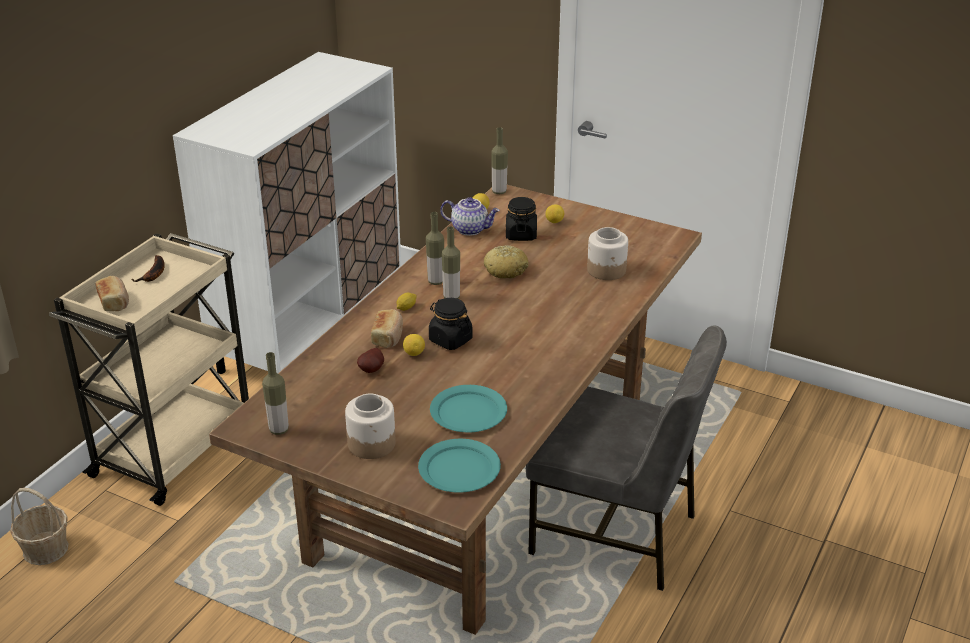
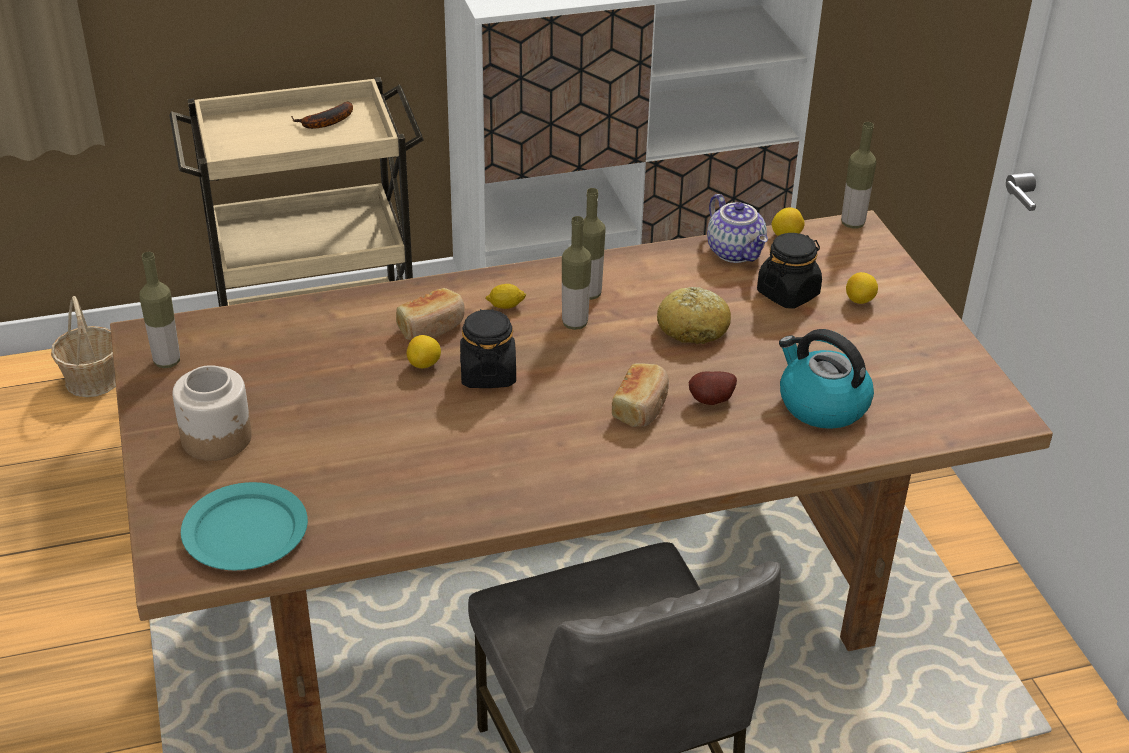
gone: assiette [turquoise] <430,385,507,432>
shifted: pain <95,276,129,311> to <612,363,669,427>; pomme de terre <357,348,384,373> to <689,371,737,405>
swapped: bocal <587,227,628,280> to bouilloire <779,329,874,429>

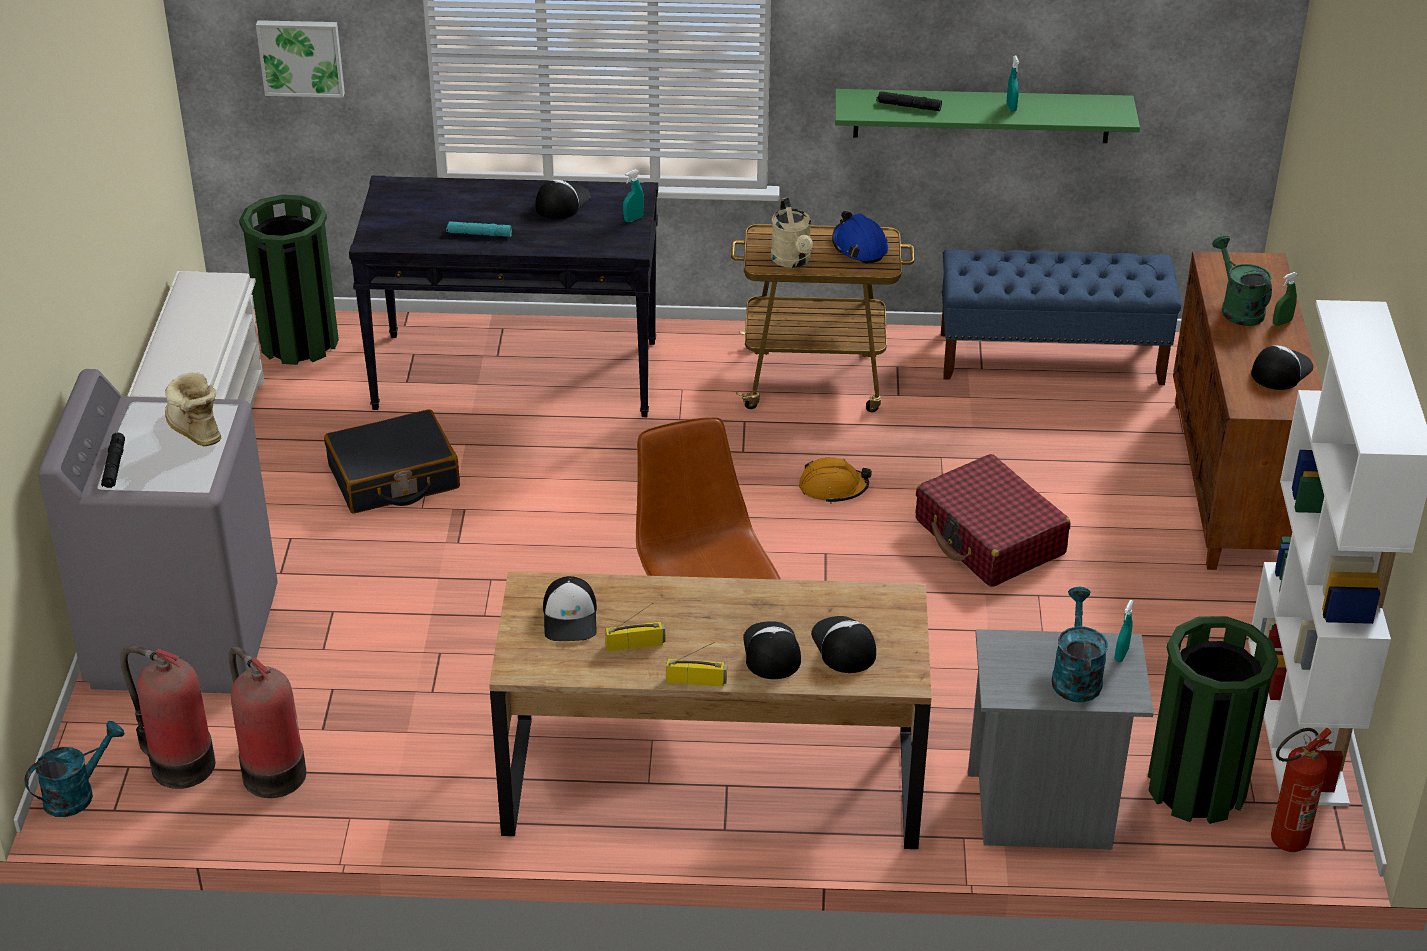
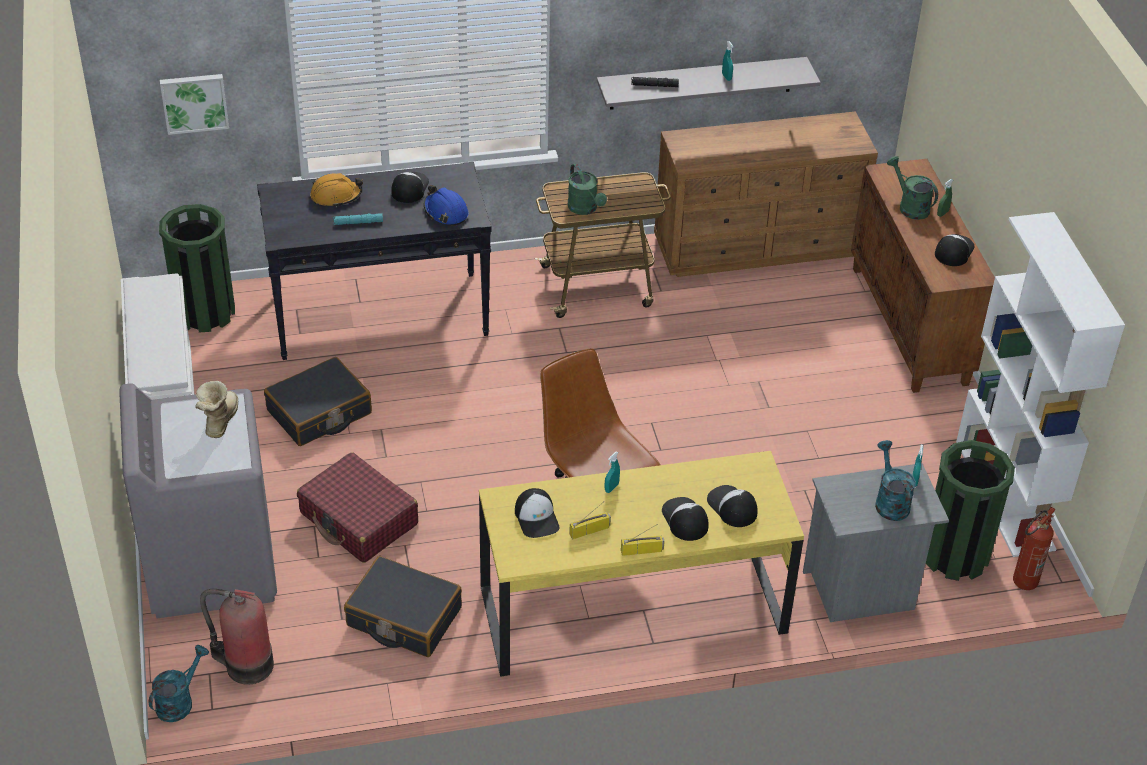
gone: lampe de poche [noir] <101,433,125,488>; extincteur <229,647,306,798>
new: valise [noir] <344,556,462,657>
shifted: vaporisateur [turquoise] <623,169,644,222> to <605,451,620,493>; casque de chantier [bleu] <832,211,888,264> to <424,185,469,226>; valise [rouge] <916,454,1070,587> to <297,452,418,563>; casque de chantier [orange] <799,458,872,504> to <310,173,363,208>
swapped: banc [bleu] <941,249,1181,385> to commode [marron] <654,111,878,277>
repainted: étagère [vert] <835,89,1140,143> to étagère [gris] <597,57,821,110>; arrosoir [beige] <771,198,813,268> to arrosoir [vert] <568,163,607,215>; bureau [marron] <489,572,931,849> to bureau [jaune] <479,451,804,677>
rotated: botte <165,372,221,446> = <195,381,238,438> 60 degrees clockwise

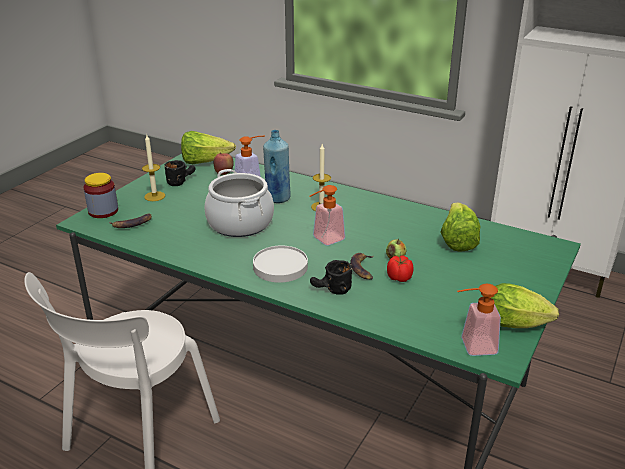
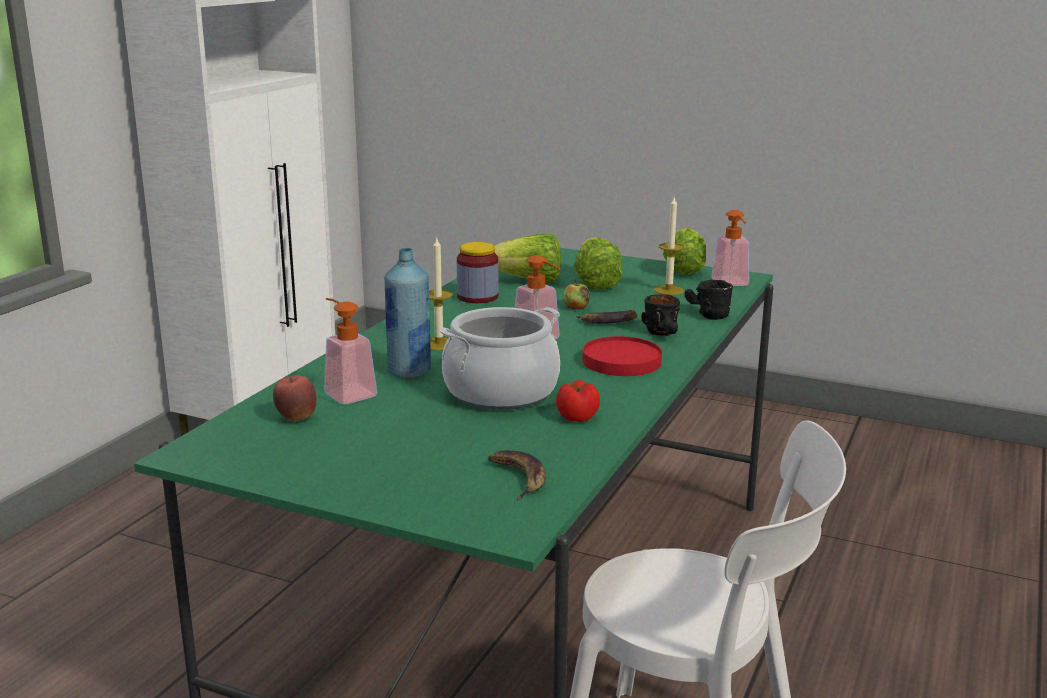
shifted: laitue <181,131,236,164> to <574,237,622,290>; bougie <142,135,165,201> to <654,197,684,295>; mug [noir] <164,160,196,186> to <685,280,733,320>; bocal <83,173,118,218> to <457,242,499,303>; tomate <387,255,413,282> to <556,380,600,422>
repainted: assiette [blanc] <253,245,308,283> to assiette [rouge] <582,336,662,376>

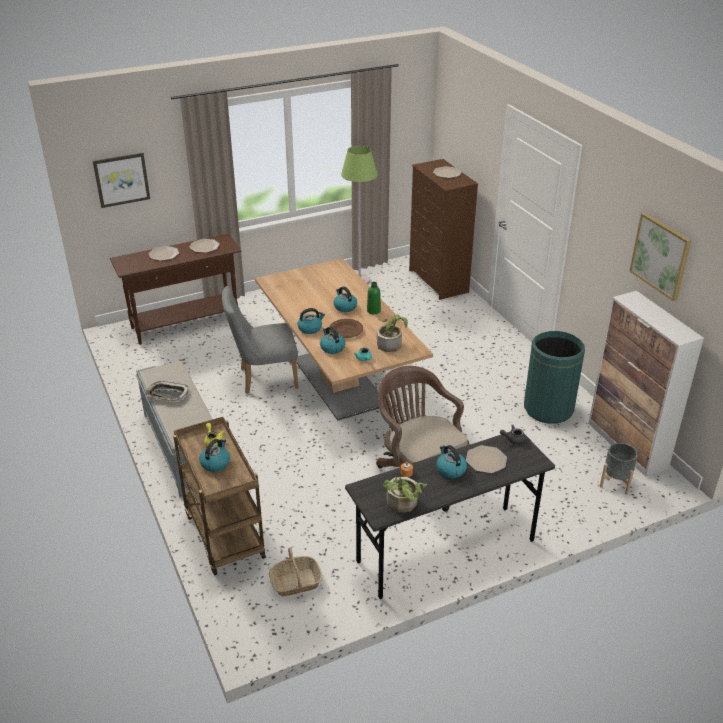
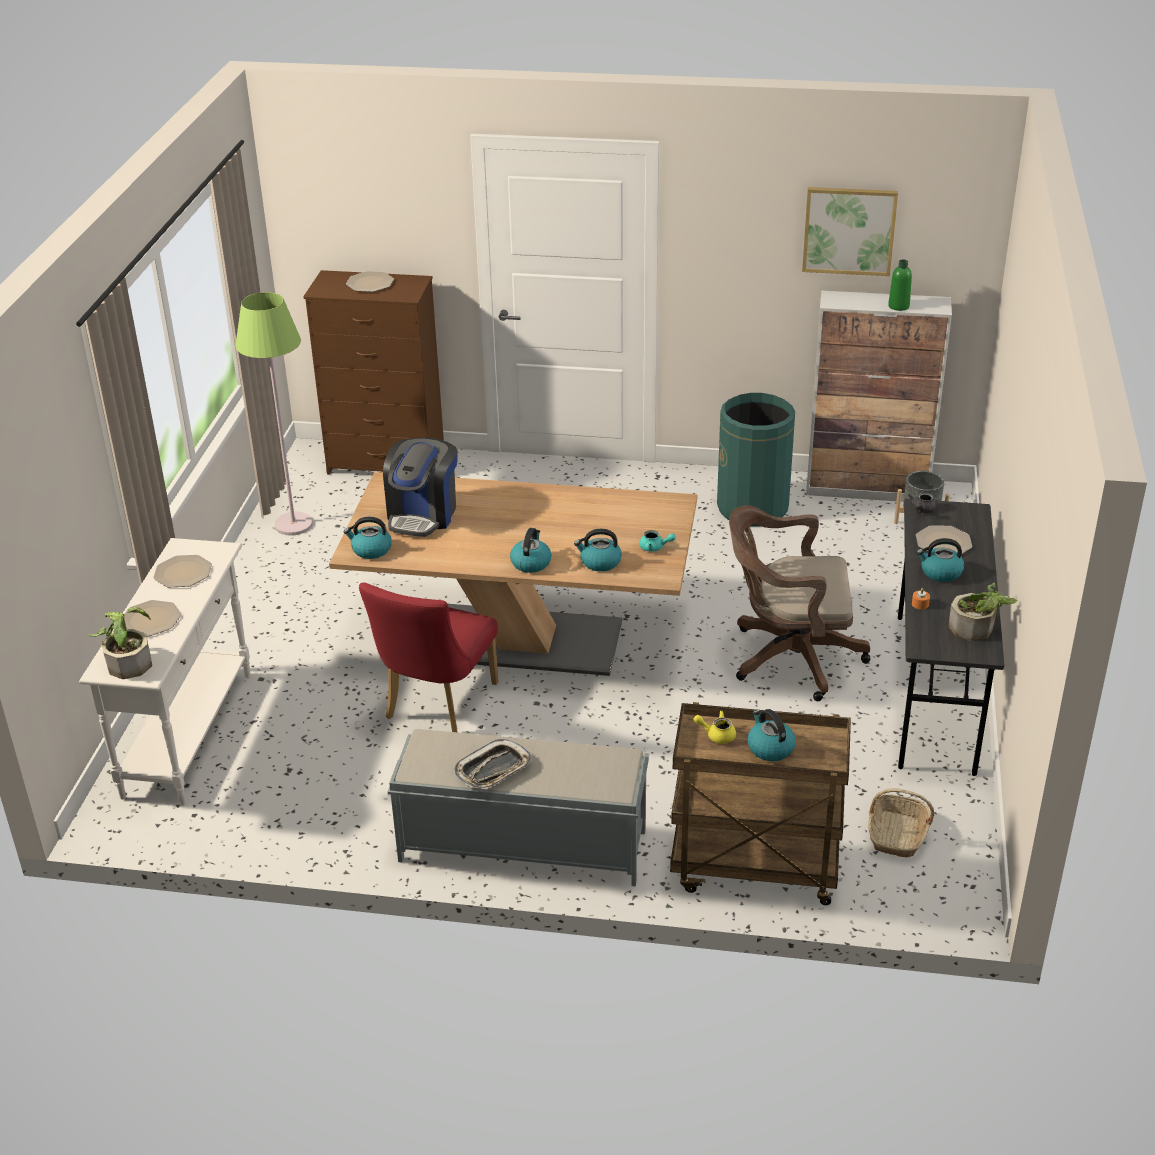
gone: tableau <93,153,150,208>; assiette [marron] <329,319,363,338>
new: machine à café <383,437,458,537>
shifted: bouteille [vert] <367,282,381,314> to <888,259,912,311>; bouilloire <334,286,357,312> to <344,517,392,559>; plante en pot <377,314,408,352> to <88,607,152,679>
repainted: table console [marron] <110,234,241,345> to table console [blanc] <79,538,251,806>; chaise [gris] <222,286,299,394> to chaise [rouge] <359,582,498,732>

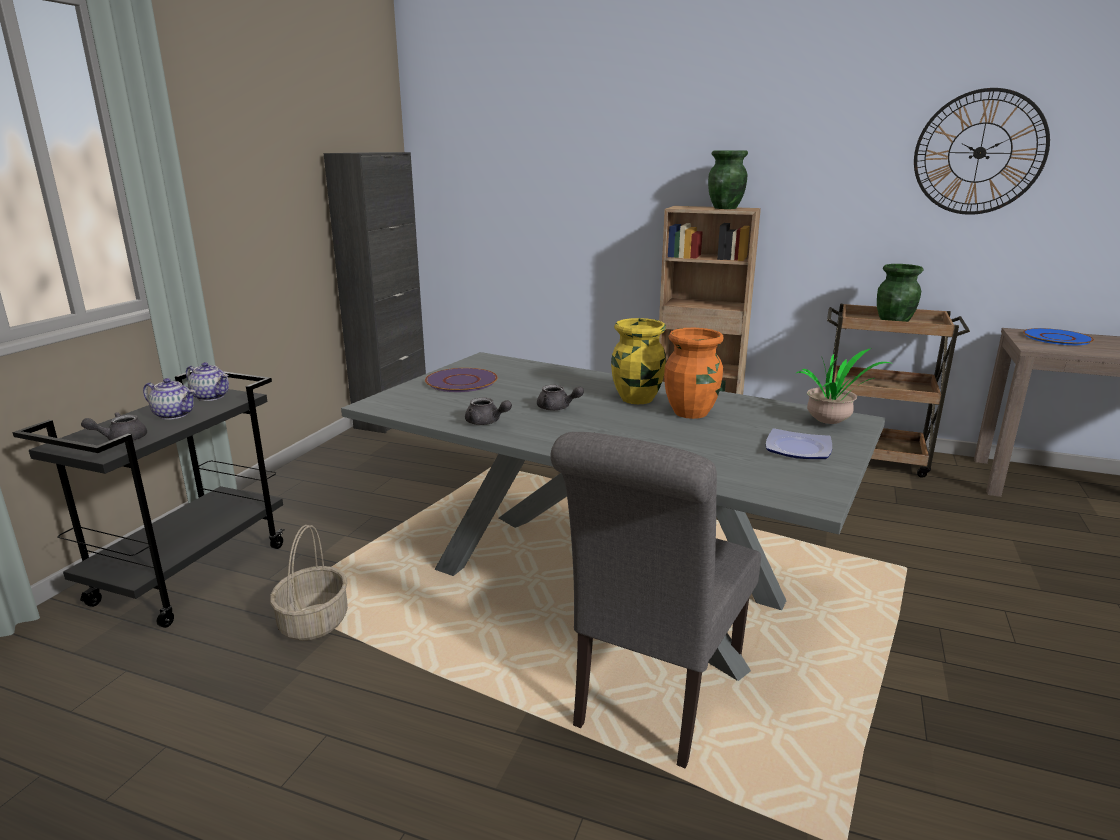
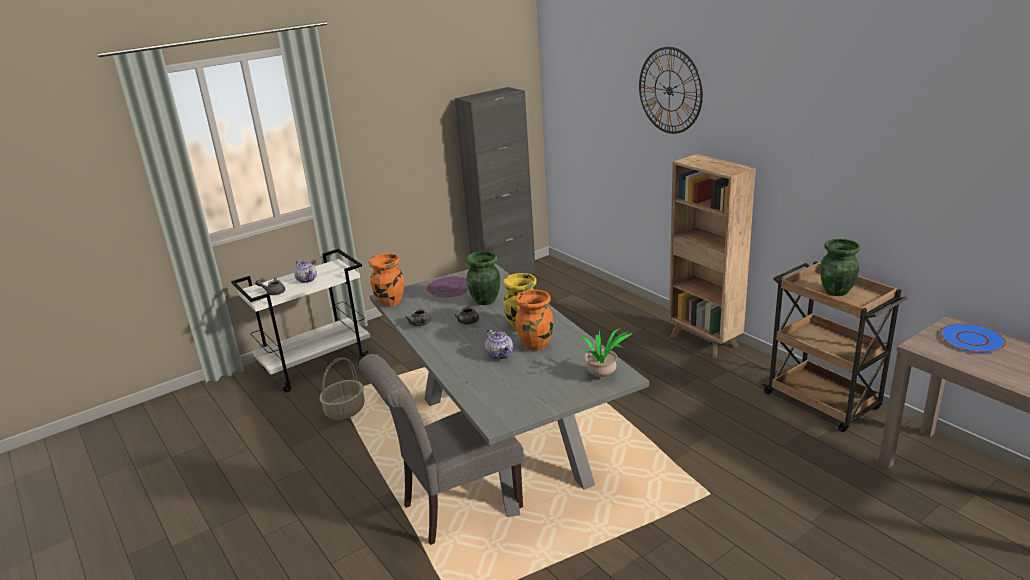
gone: assiette <766,428,832,459>
new: vase [orange] <368,253,404,307>
shifted: horloge murale <914,88,1050,215> to <639,47,703,134>; vase [vert] <708,150,748,209> to <466,251,500,305>; théière <186,362,229,401> to <485,329,513,360>
repainted: chariot [noir] <13,371,285,628> to chariot [blanc] <231,249,370,392>

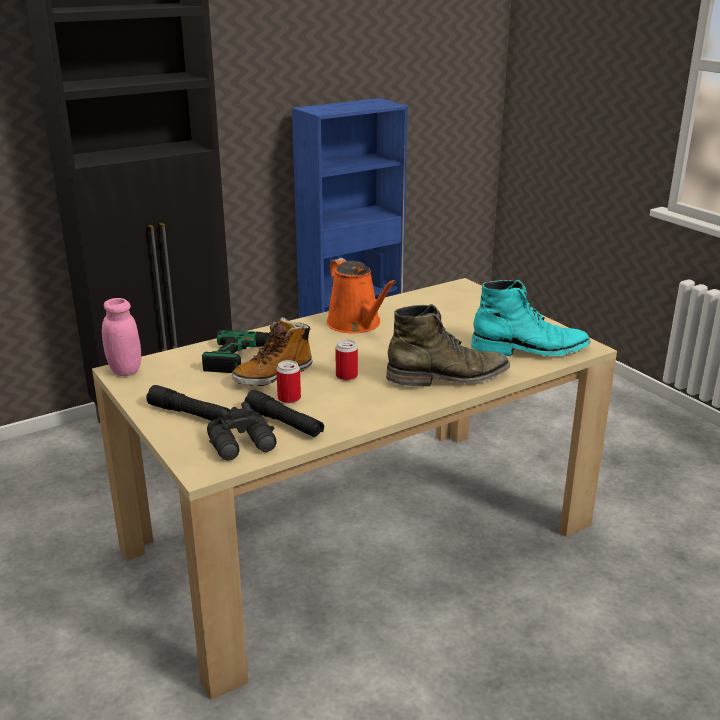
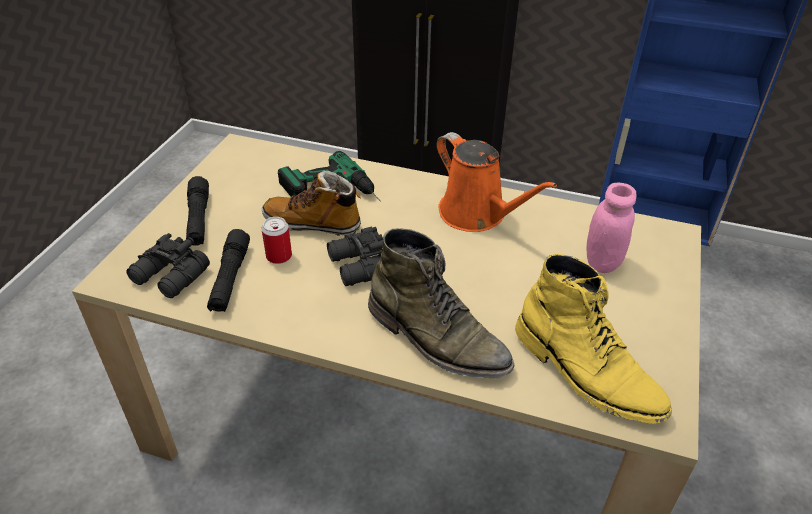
shifted: bocal [rose] <102,298,141,376> to <587,183,636,273>
swapped: boîte métallique <335,340,358,380> to jumelles [noir] <327,227,383,286>
repainted: botte [turquoise] <471,280,591,356> to botte [jaune] <515,254,672,424>
rotated: arrosoir [orange] <327,258,397,334> = <436,132,557,232> 60 degrees counterclockwise

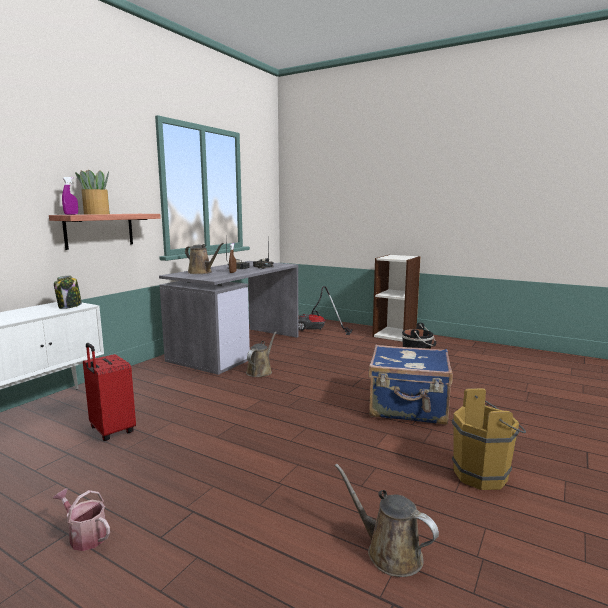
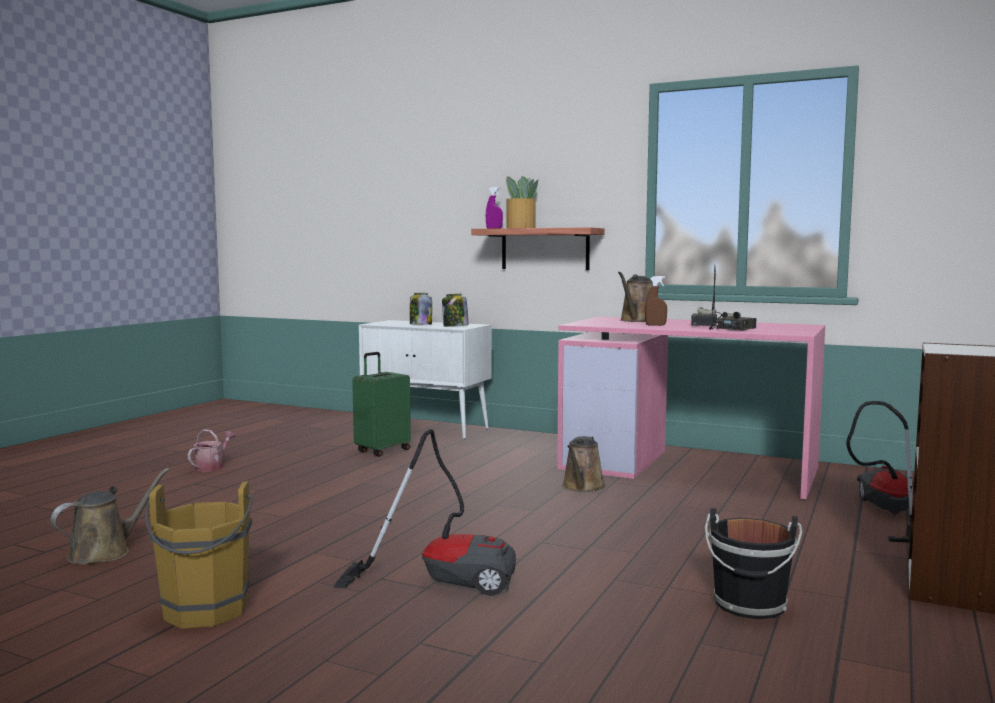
new: bocal <410,293,432,325>
swapped: valise [bleu] <368,344,453,425> to aspirateur <334,429,516,596>
repainted: bureau [gris] <159,261,298,375> to bureau [rose] <557,316,825,500>; valise [rouge] <83,343,136,441> to valise [vert] <352,352,411,457>
rotated: arrosoir [marron] <246,332,277,377> = <562,436,606,492> 90 degrees clockwise

